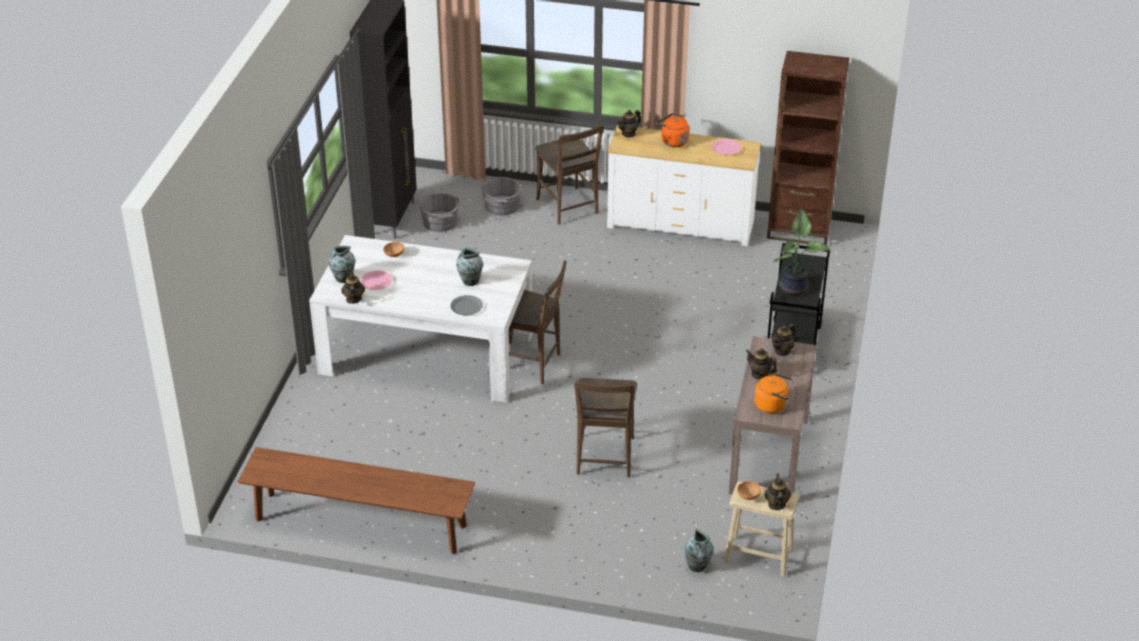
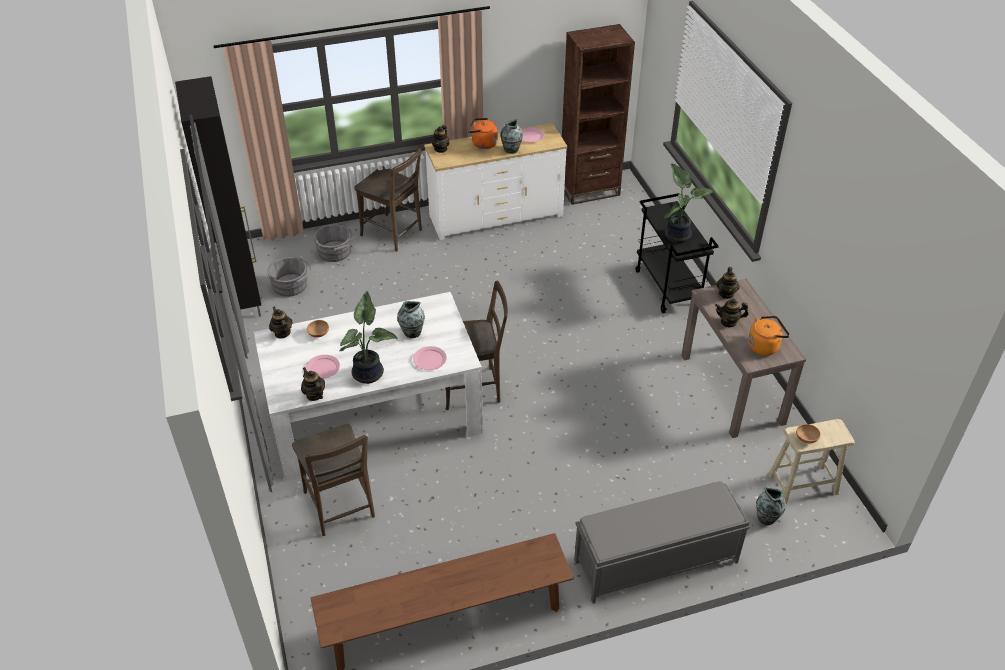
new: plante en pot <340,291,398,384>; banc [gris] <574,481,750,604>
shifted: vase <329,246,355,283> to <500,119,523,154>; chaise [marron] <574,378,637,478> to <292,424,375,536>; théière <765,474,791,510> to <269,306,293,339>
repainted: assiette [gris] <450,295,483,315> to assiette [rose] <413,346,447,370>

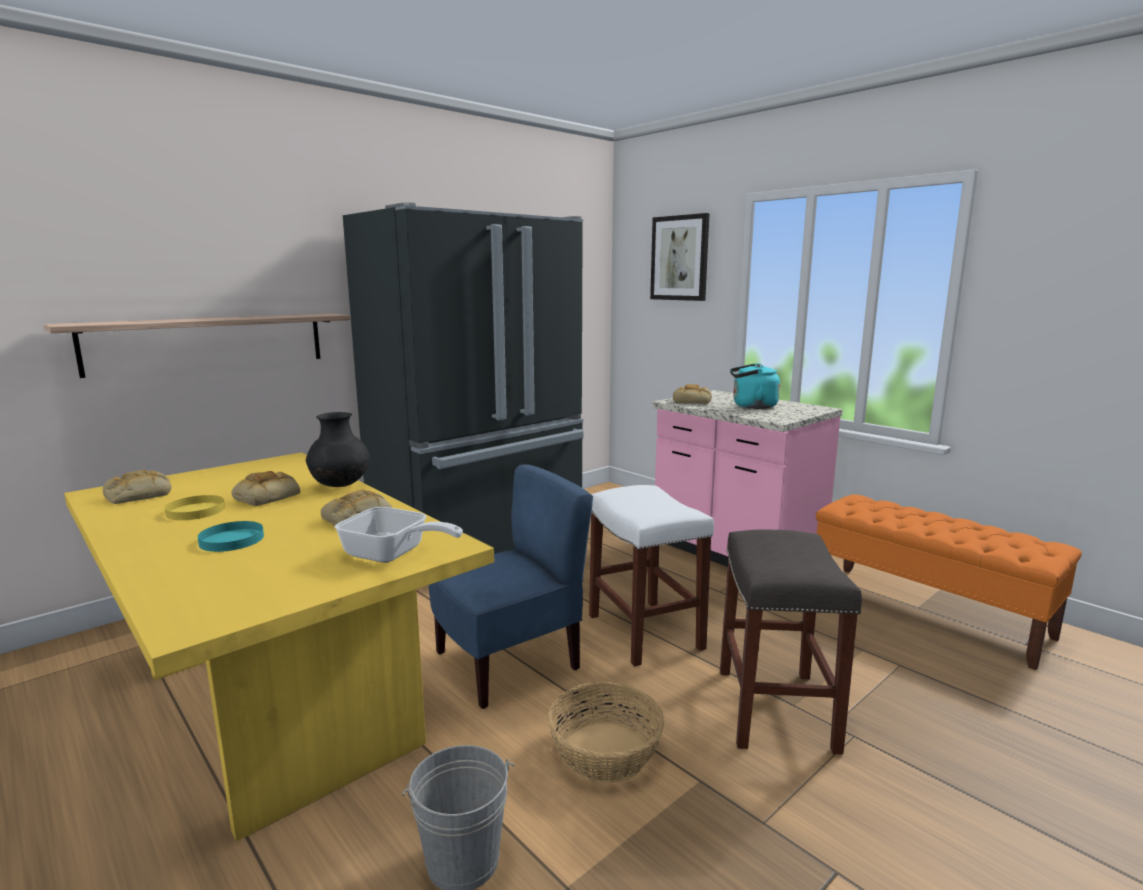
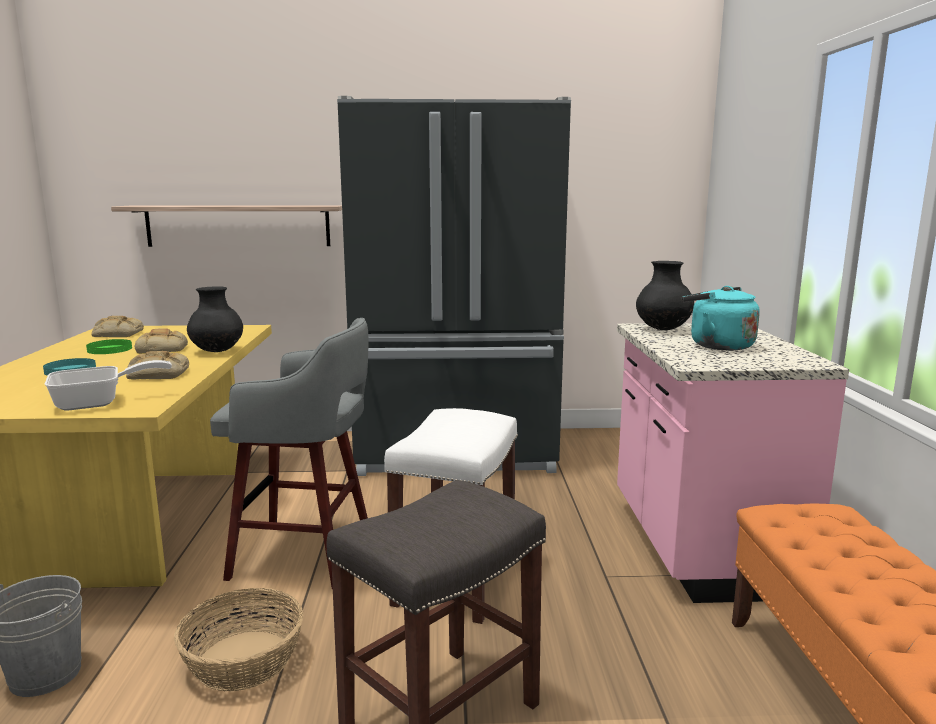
gone: tableau <650,213,710,301>
swapped: pain <673,384,712,404> to vase [noir] <636,261,694,330>; chaise [bleu] <429,464,593,709> to tabouret [gris] <210,318,368,589>
repainted: assiette [jaune] <165,495,225,520> to assiette [vert] <86,339,132,354>
rotated: poêle <335,507,463,563> = <45,360,172,410> 90 degrees counterclockwise

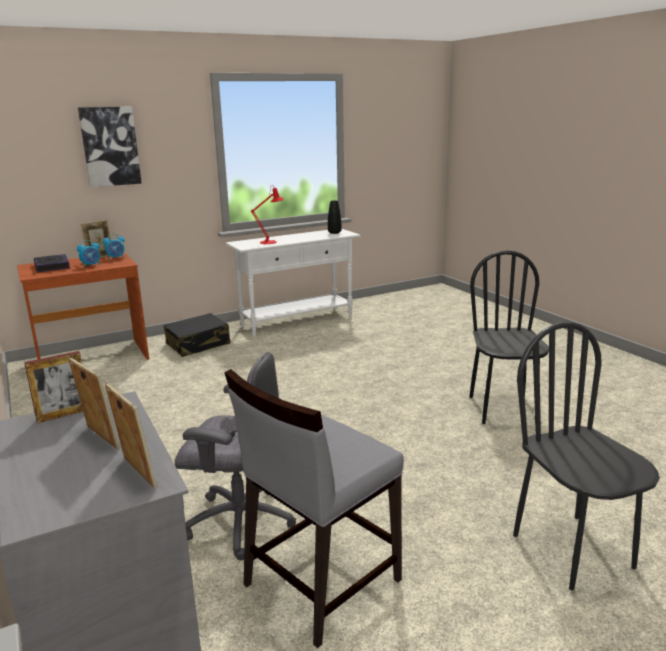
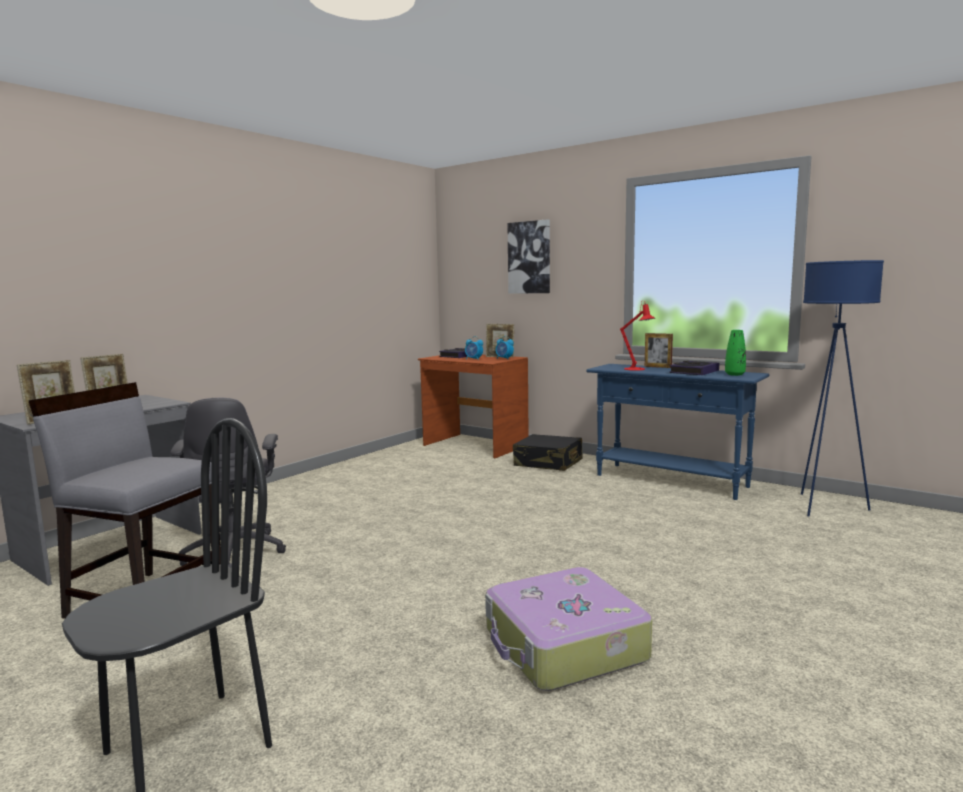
new: lampadaire [bleu] <801,260,884,517>; livre <669,361,719,375>
shifted: cadre photo <24,351,83,423> to <645,333,673,368>
swapped: chaise [noir] <470,250,549,424> to valise <485,567,652,691>
repainted: vase [noir] <328,201,341,234> to vase [vert] <725,330,746,376>; table console [blanc] <225,229,361,337> to table console [bleu] <586,364,769,500>

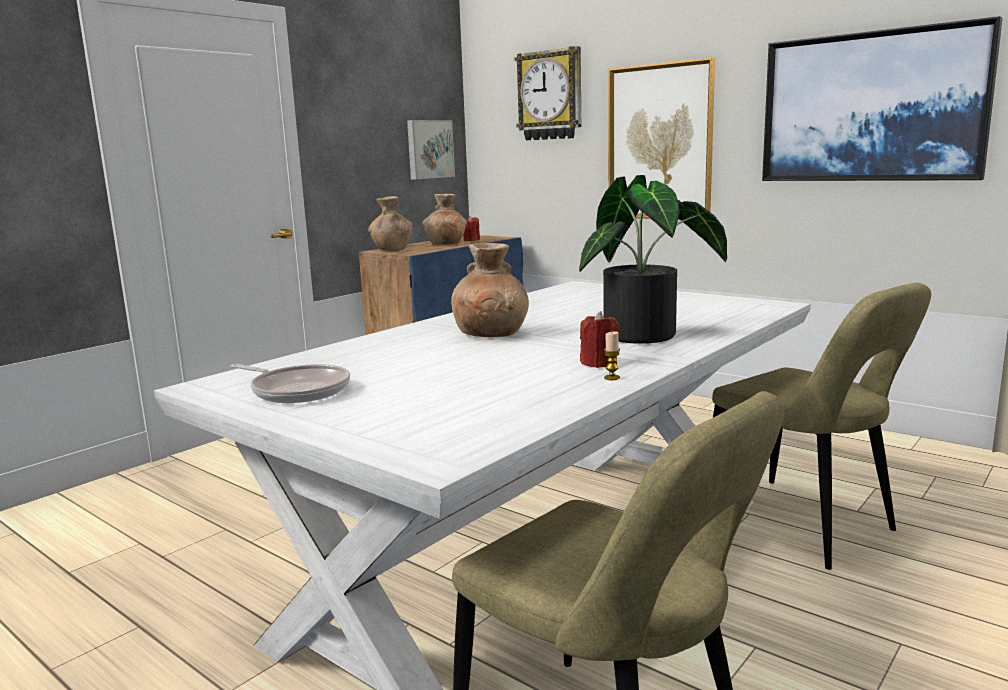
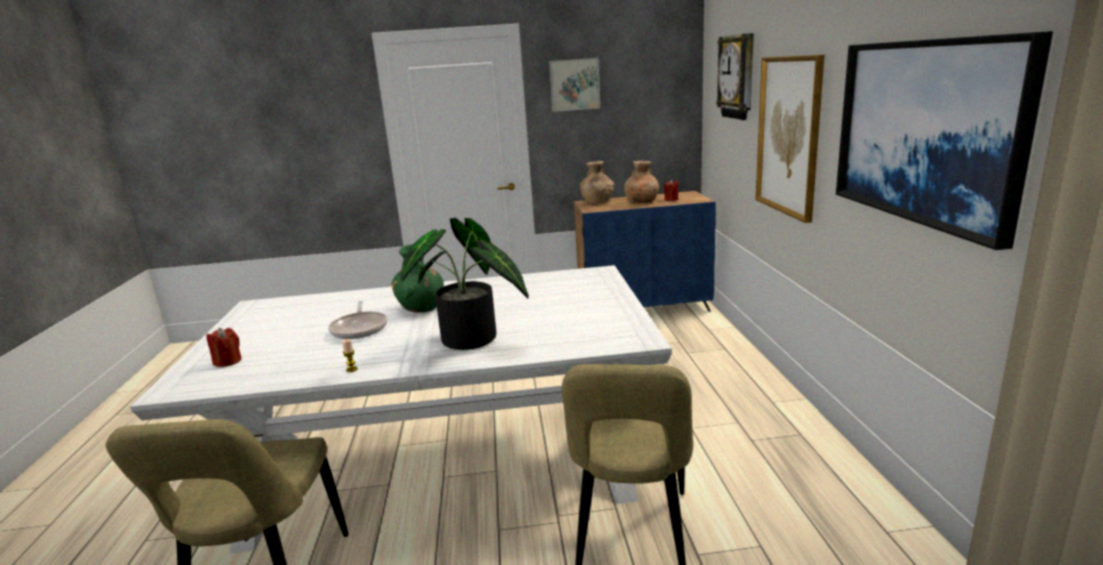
shifted: tableau <407,120,455,179> to <549,58,600,112>; bougie [rouge] <580,311,620,368> to <206,328,242,367>; poêle <230,364,350,403> to <328,301,388,339>
repainted: vase [marron] <451,243,529,337> to vase [vert] <391,244,444,313>

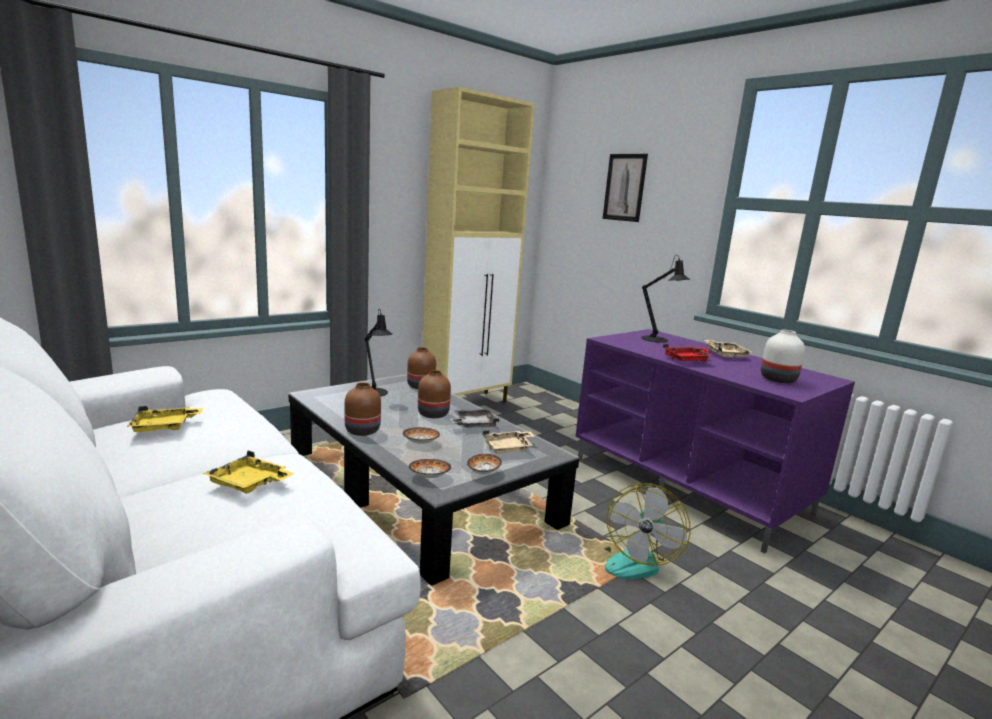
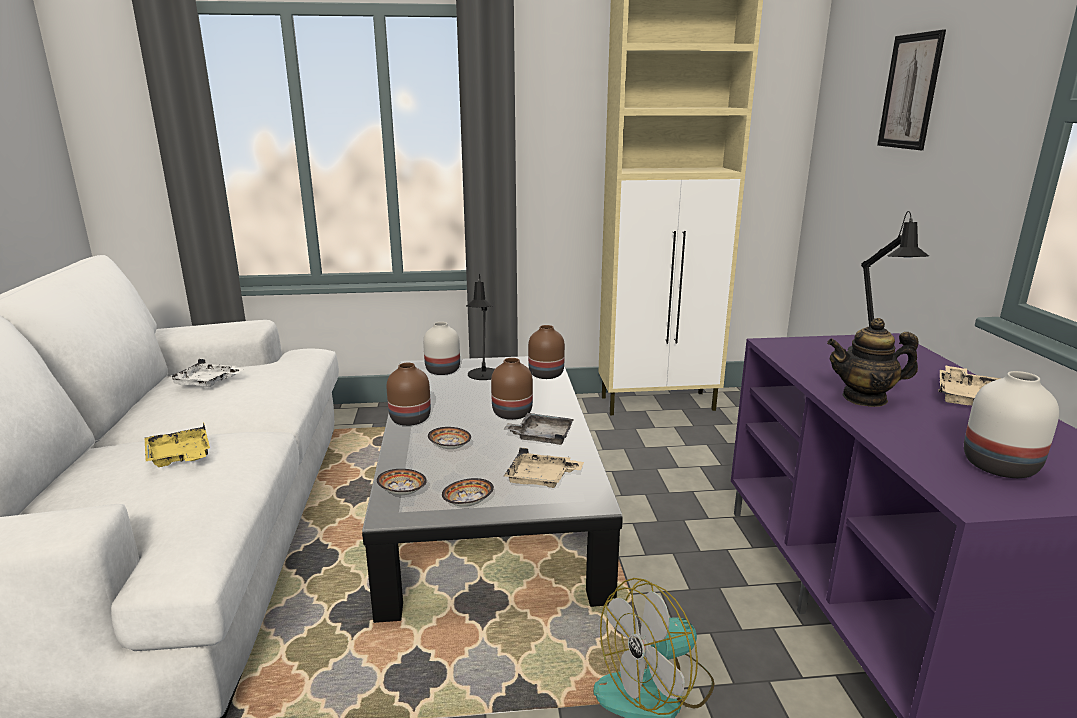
new: vase [blanc] <423,322,460,375>
swapped: plateau [rouge] <663,344,714,362> to théière <827,318,919,407>
repainted: plateau [jaune] <127,406,203,432> to plateau [blanc] <167,359,244,388>

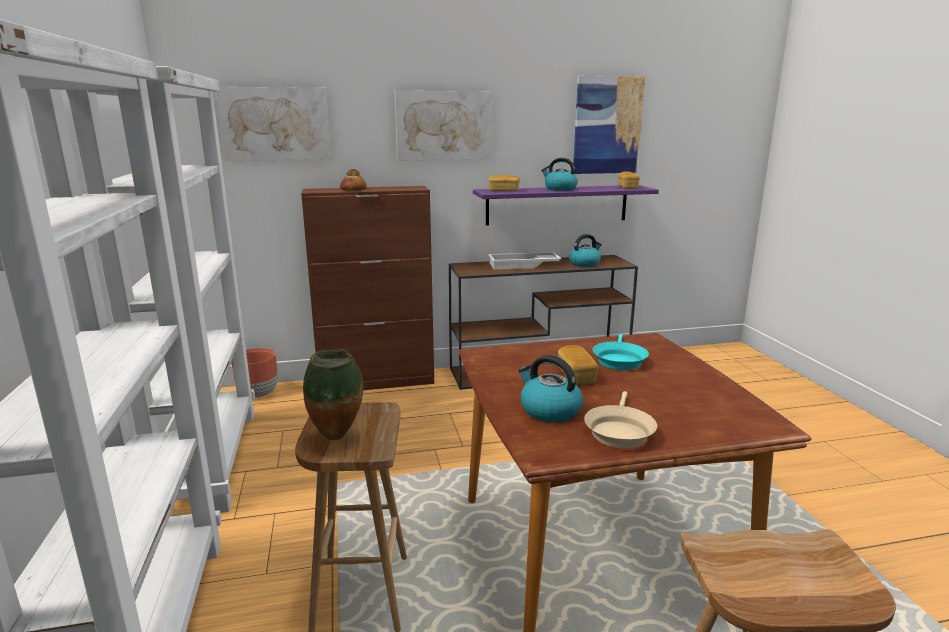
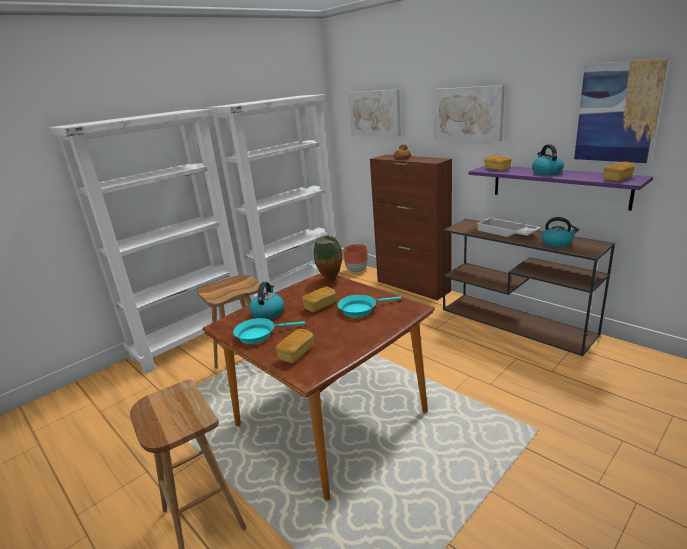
new: pain <276,329,313,363>
shifted: vase <303,349,363,440> to <314,236,343,281>
repainted: poêle [beige] <584,391,657,448> to poêle [turquoise] <233,318,305,344>

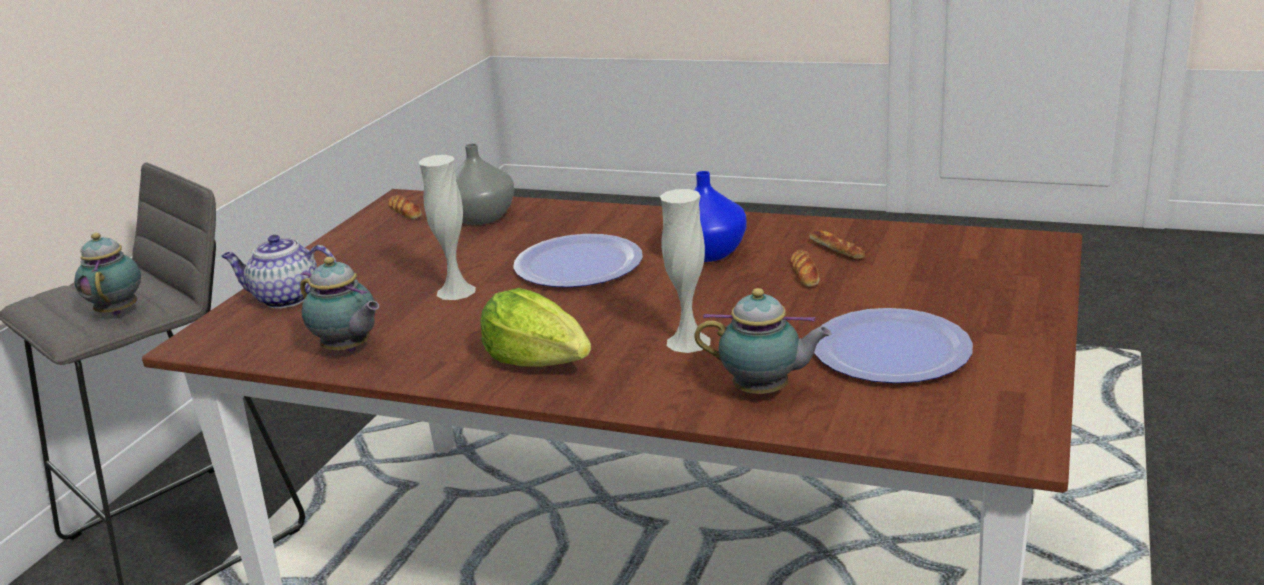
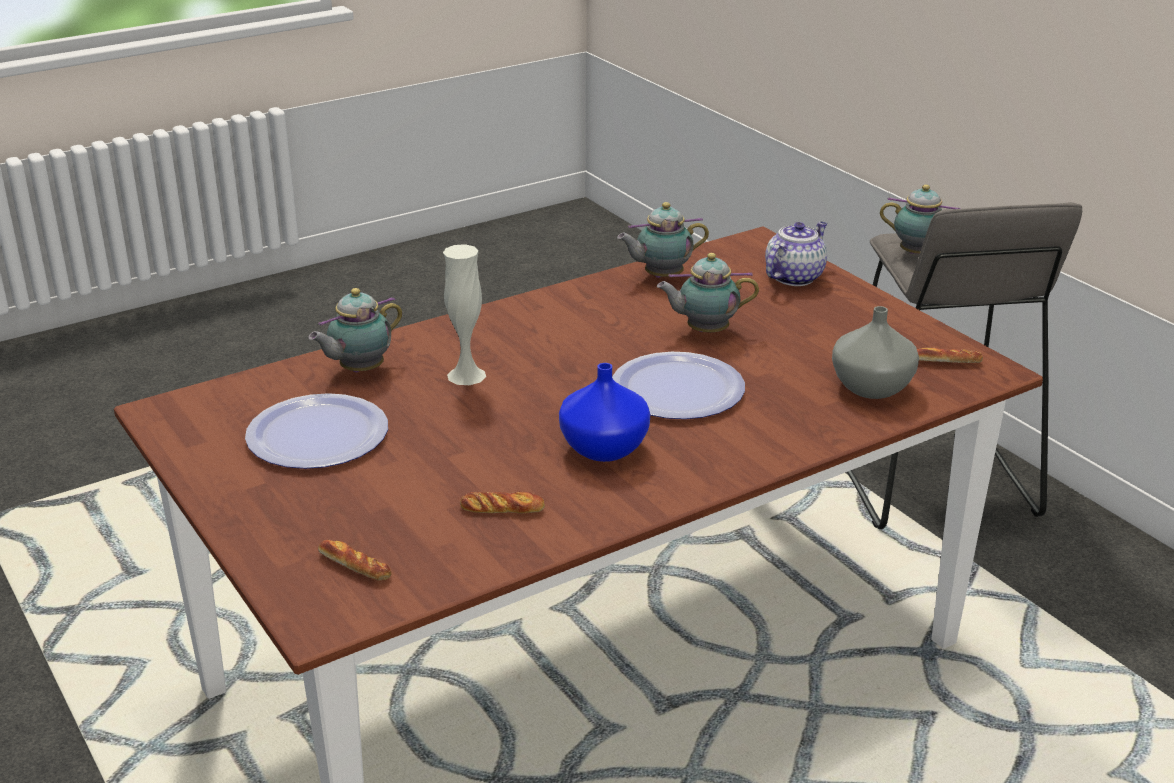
gone: laitue <480,288,591,367>
shifted: pain <790,250,820,287> to <318,540,391,581>
swapped: vase [blanc] <419,155,476,300> to théière <657,253,759,332>

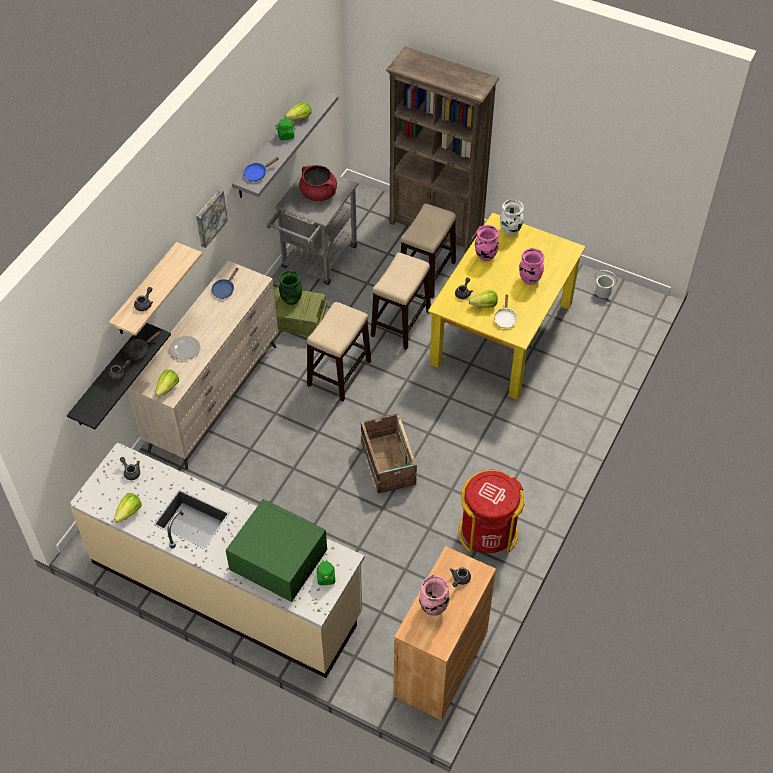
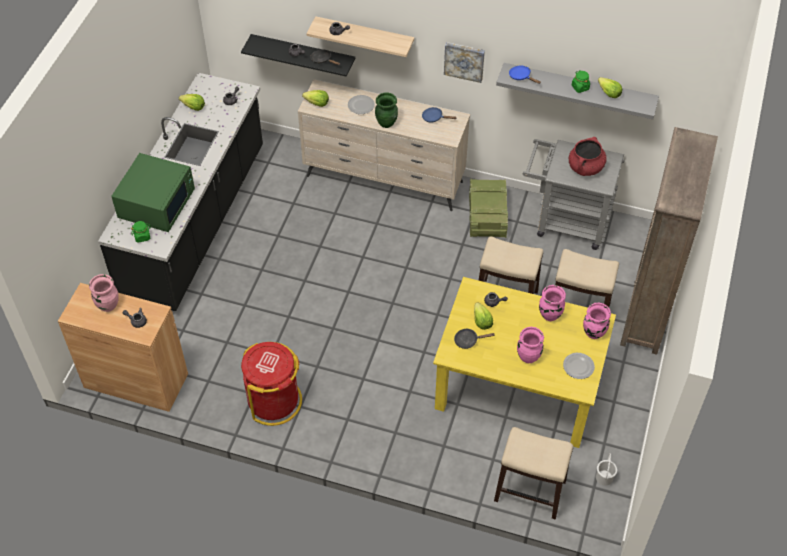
gone: caisse <361,413,417,493>
new: assiette <563,353,595,379>
shifted: vase [vert] <279,270,302,305> to <375,93,398,128>; tabouret <307,302,371,401> to <494,427,573,519>
repainted: vase [blanc] <500,199,524,236> to vase [rose] <583,303,611,339>; poêle [blanc] <494,294,517,328> to poêle [noir] <454,328,494,349>; comptoir de cuisine [beige] <69,442,364,678> to comptoir de cuisine [noir] <98,73,263,311>

